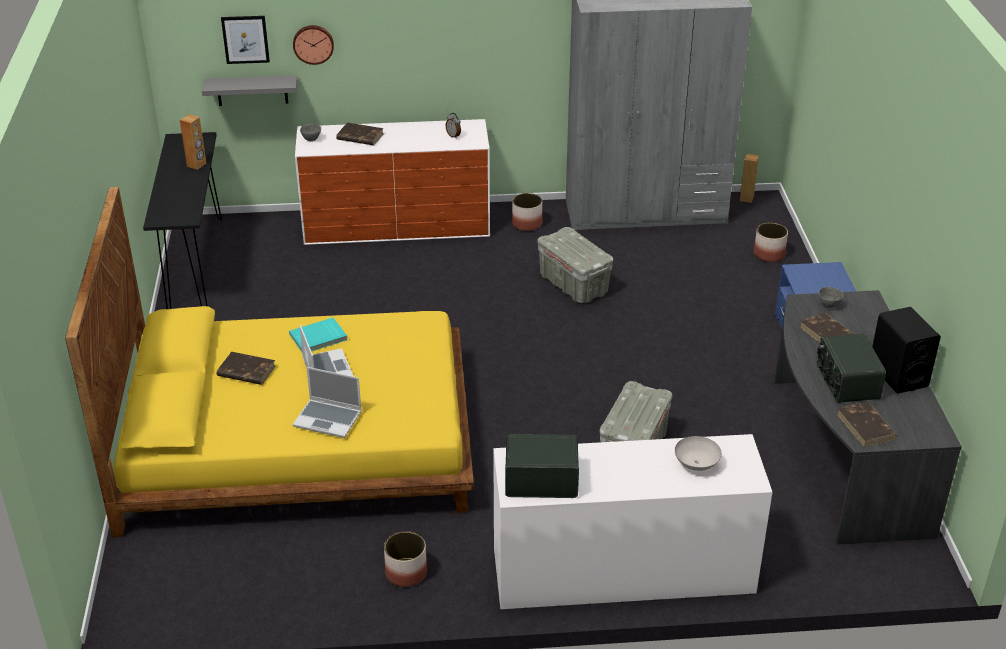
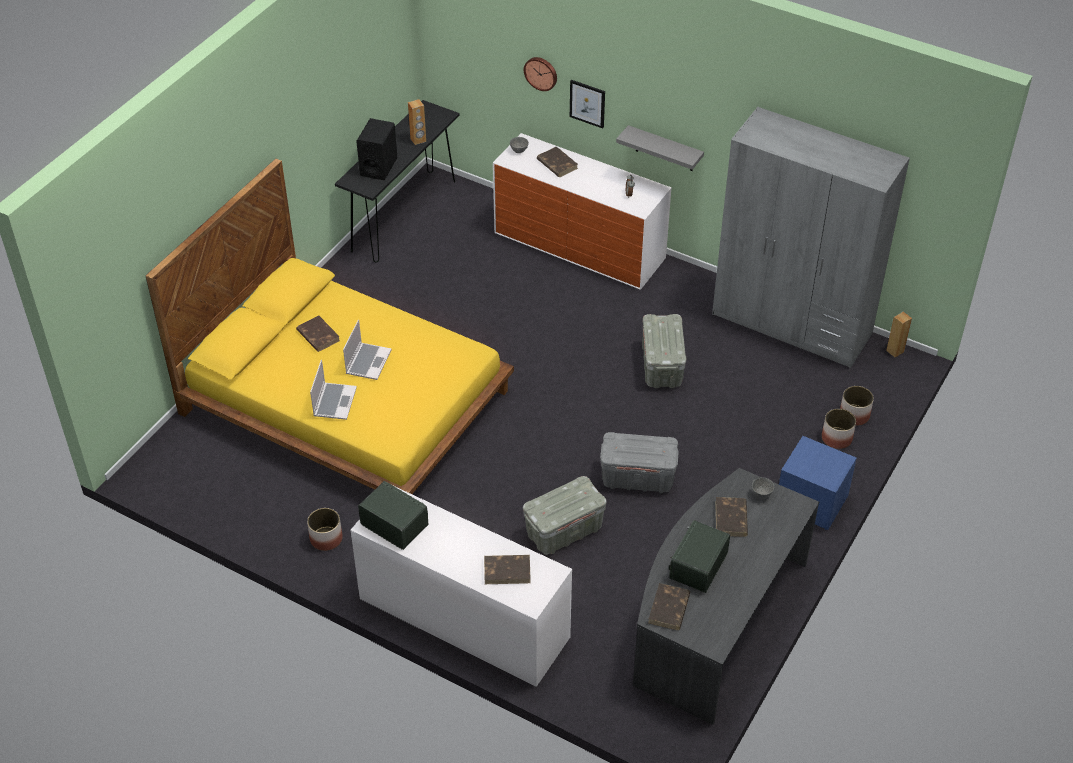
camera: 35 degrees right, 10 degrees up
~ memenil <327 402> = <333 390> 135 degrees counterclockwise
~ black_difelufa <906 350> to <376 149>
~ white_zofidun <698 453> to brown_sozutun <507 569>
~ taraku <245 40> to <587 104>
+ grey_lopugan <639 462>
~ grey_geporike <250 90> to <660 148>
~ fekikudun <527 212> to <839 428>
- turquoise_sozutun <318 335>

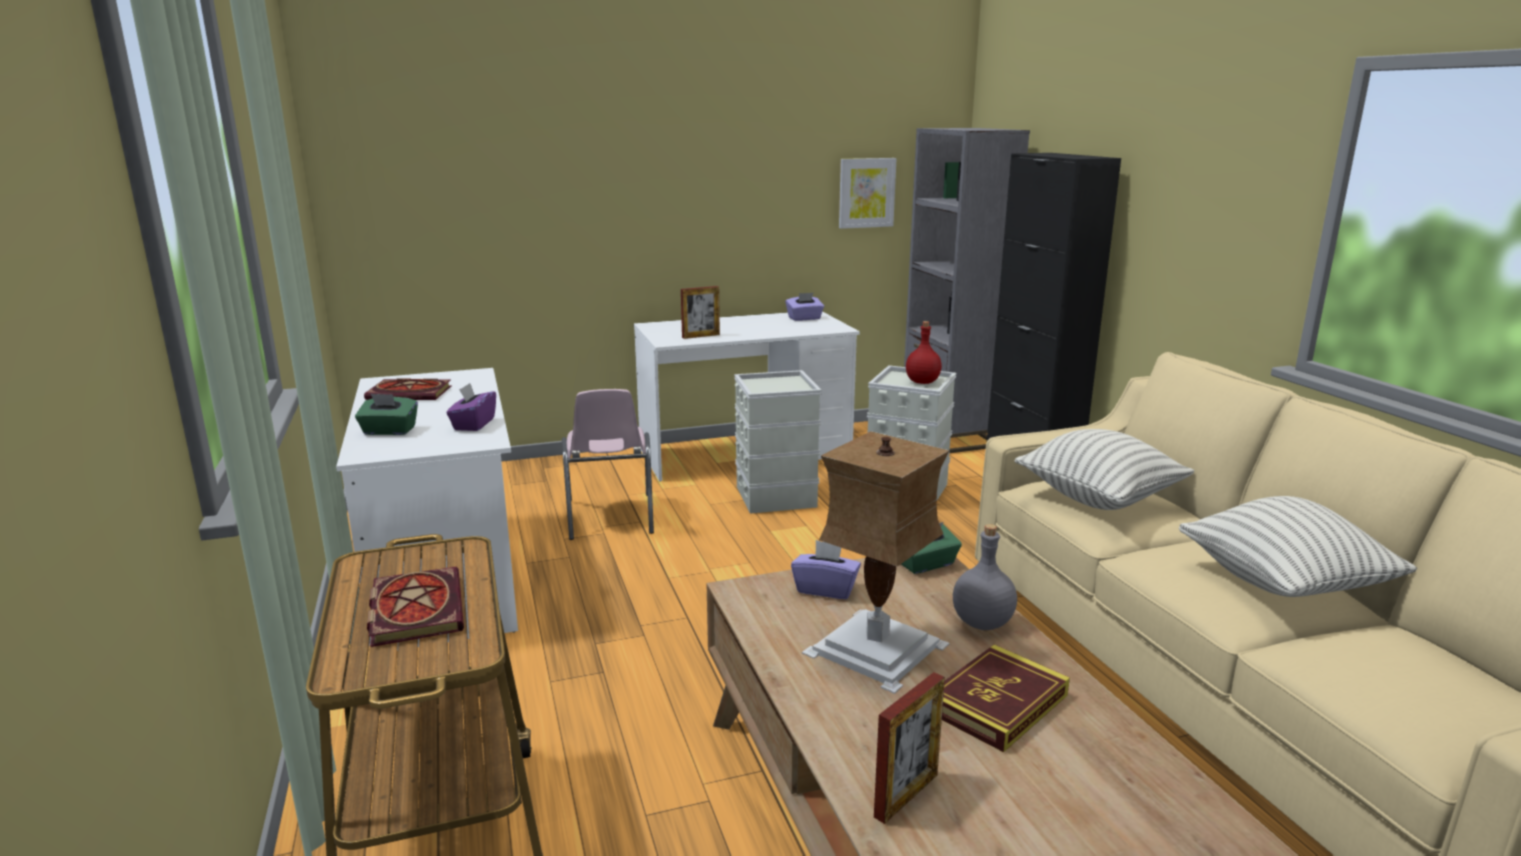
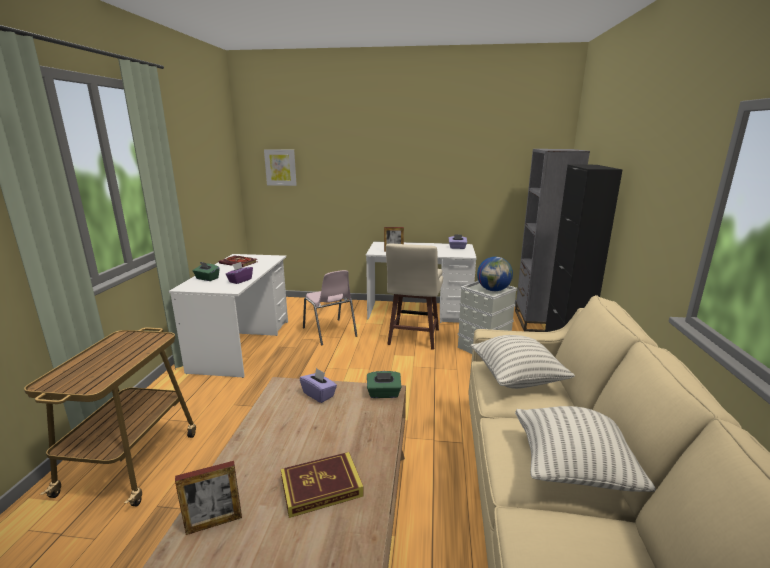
camera: 25 degrees right, 0 degrees up
~ taraku <868 193> to <280 167>
~ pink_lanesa <608 464> = <330 308> 45 degrees counterclockwise
~ grey_lopugan <778 442> to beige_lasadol <414 297>
~ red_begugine <924 352> to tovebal <495 274>
- sozutun <415 607>
- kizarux <876 562>
- grey_begugine <985 577>

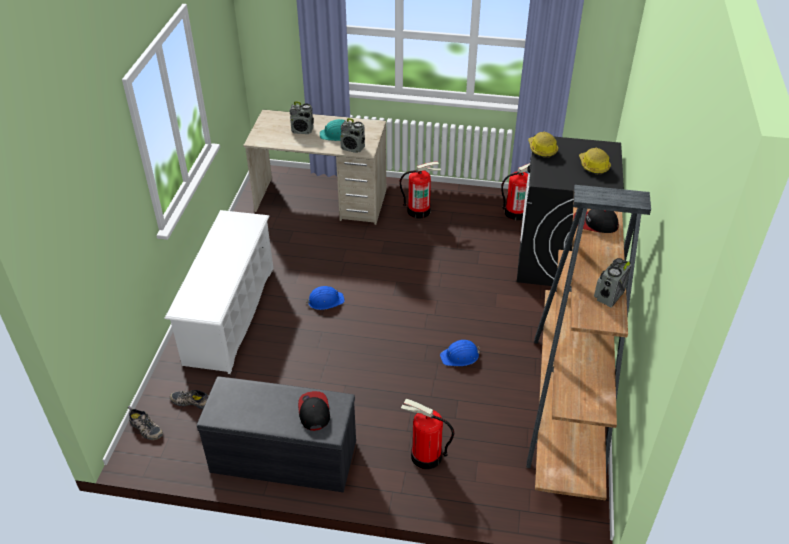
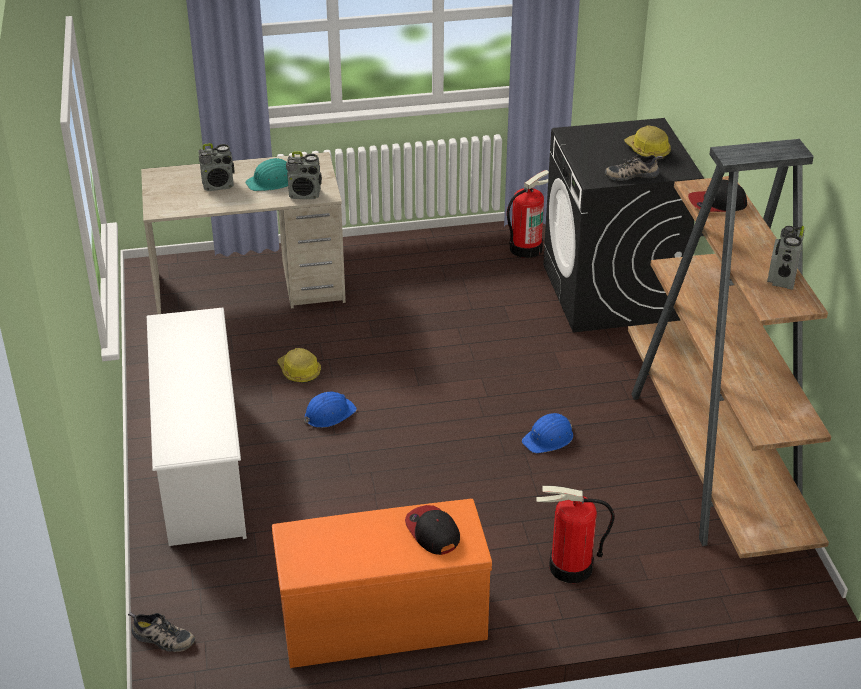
camera: 20 degrees left, 5 degrees down
~ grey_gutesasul <276 434> to orange_gutesasul <382 583>
~ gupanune <543 145> to <299 365>
~ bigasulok <189 399> to <634 168>
- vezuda <420 190>

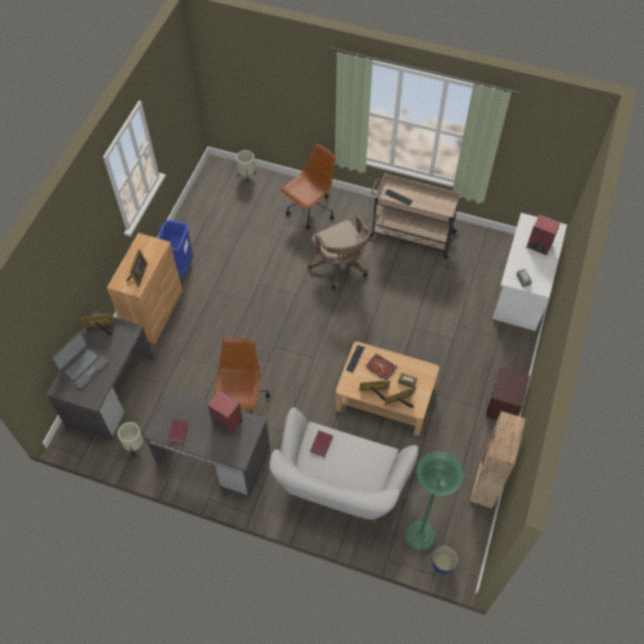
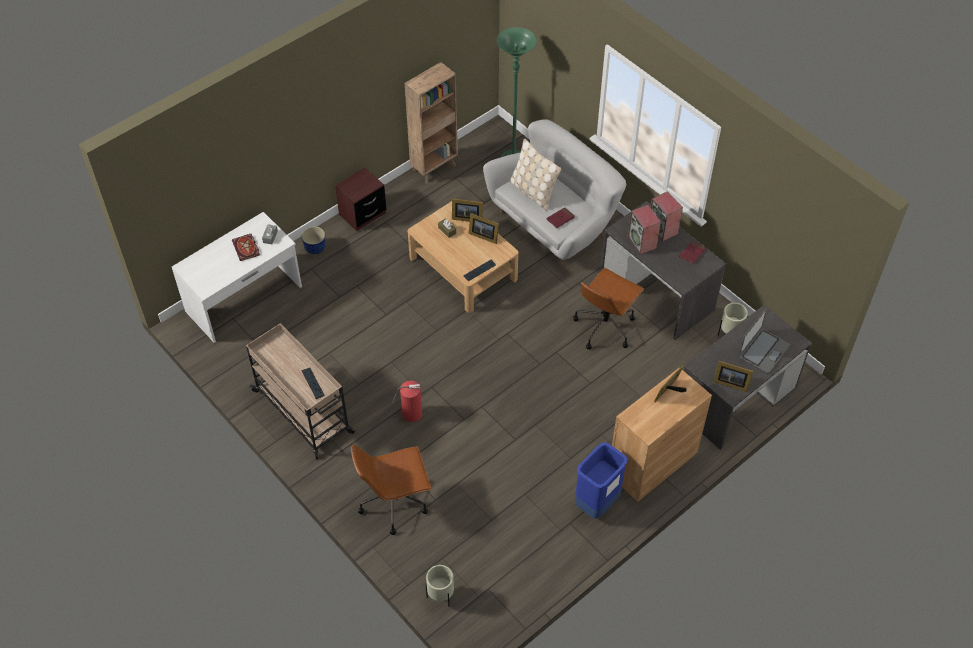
camera: 150 degrees left, 5 degrees down
~ sozutun <381 367> to <246 247>
~ fekikudun <445 560> to <313 240>
~ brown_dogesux <339 252> to vezuda <407 401>
+ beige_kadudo <535 174>
~ difelufa <544 234> to <667 216>
~ memenil <80 360> = <764 341> 150 degrees clockwise

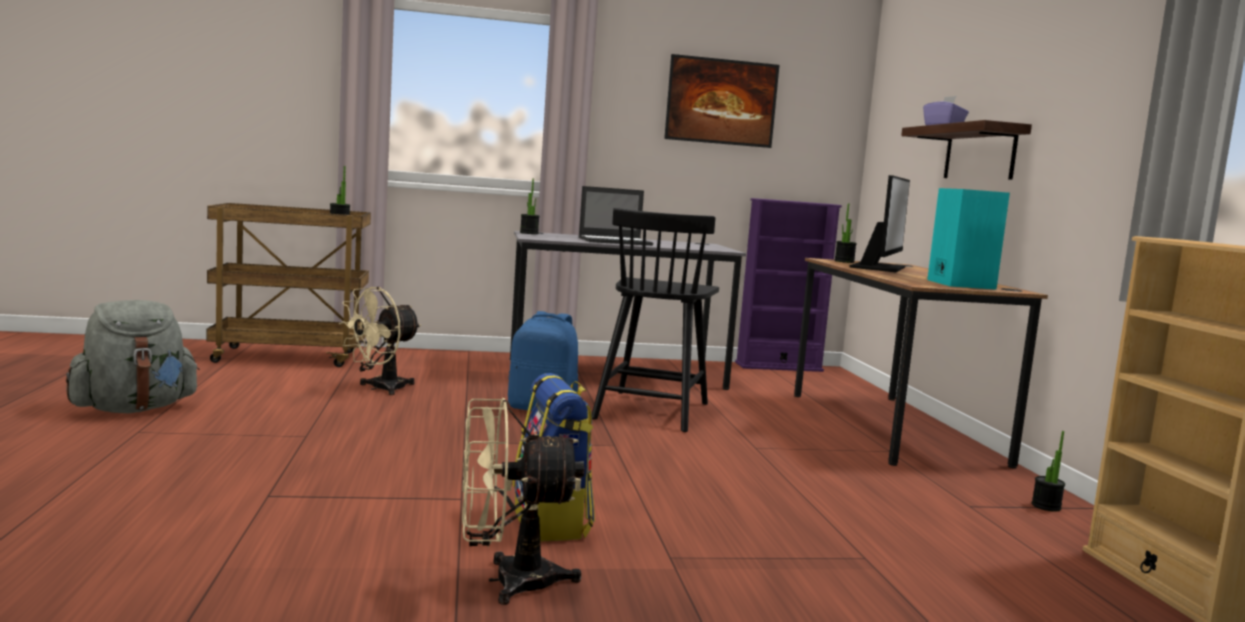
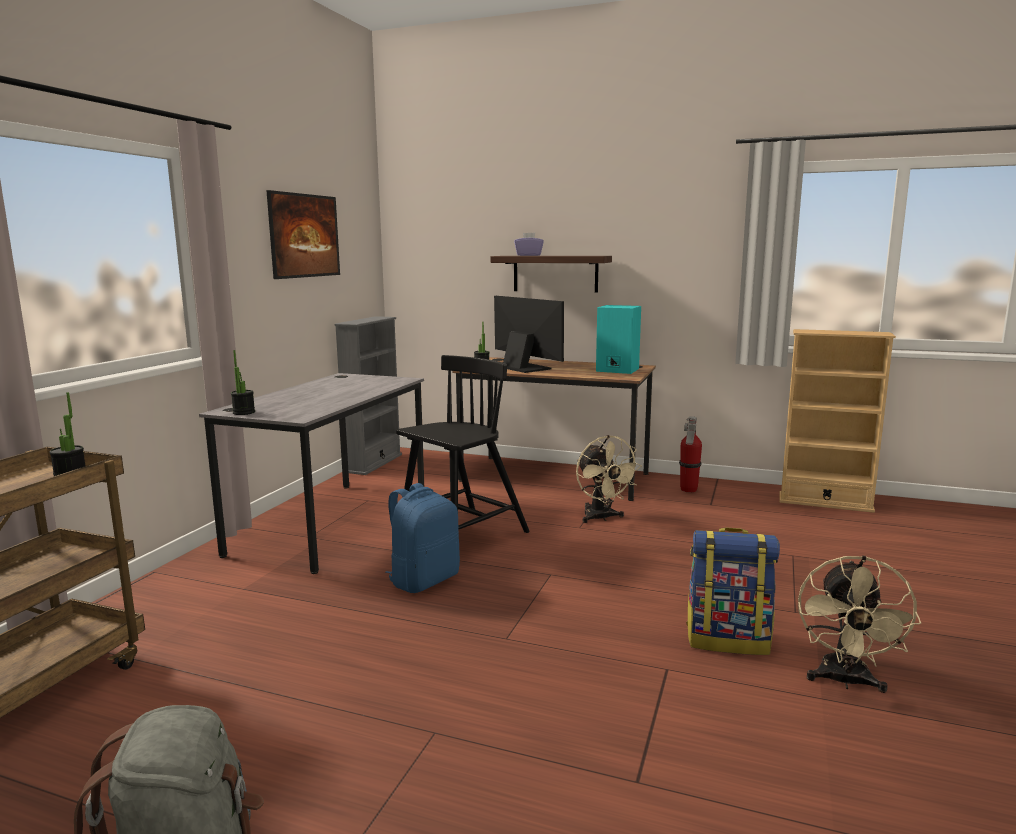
camera: 60 degrees left, 5 degrees up
~ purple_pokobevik <788 285> to grey_pokobevik <368 395>
~ black_lanesa <655 320> = <463 444> 90 degrees counterclockwise
~ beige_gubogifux <380 341> to <609 479>
+ vezuda <690 454>
- memenil <616 216>
- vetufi <1048 471>

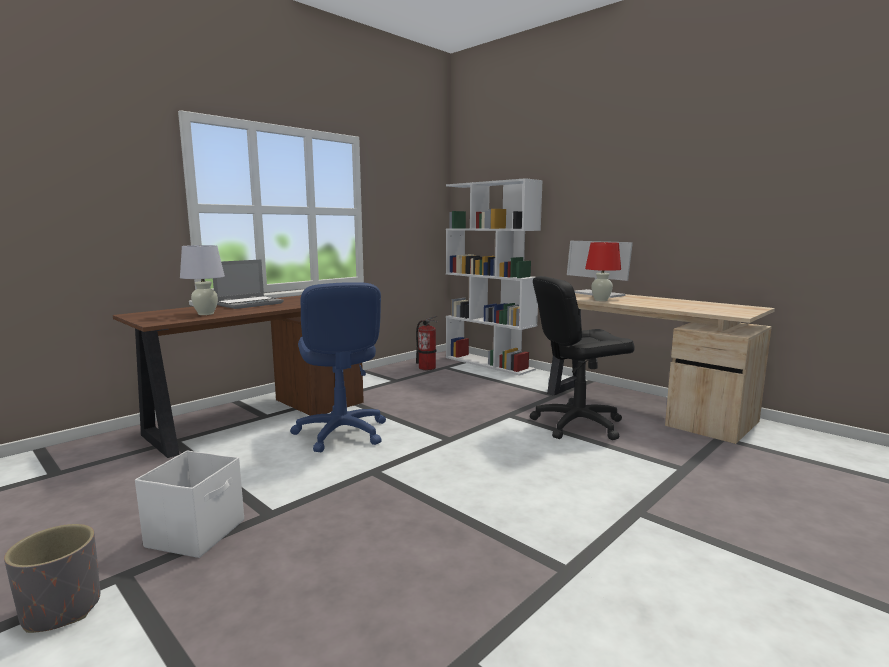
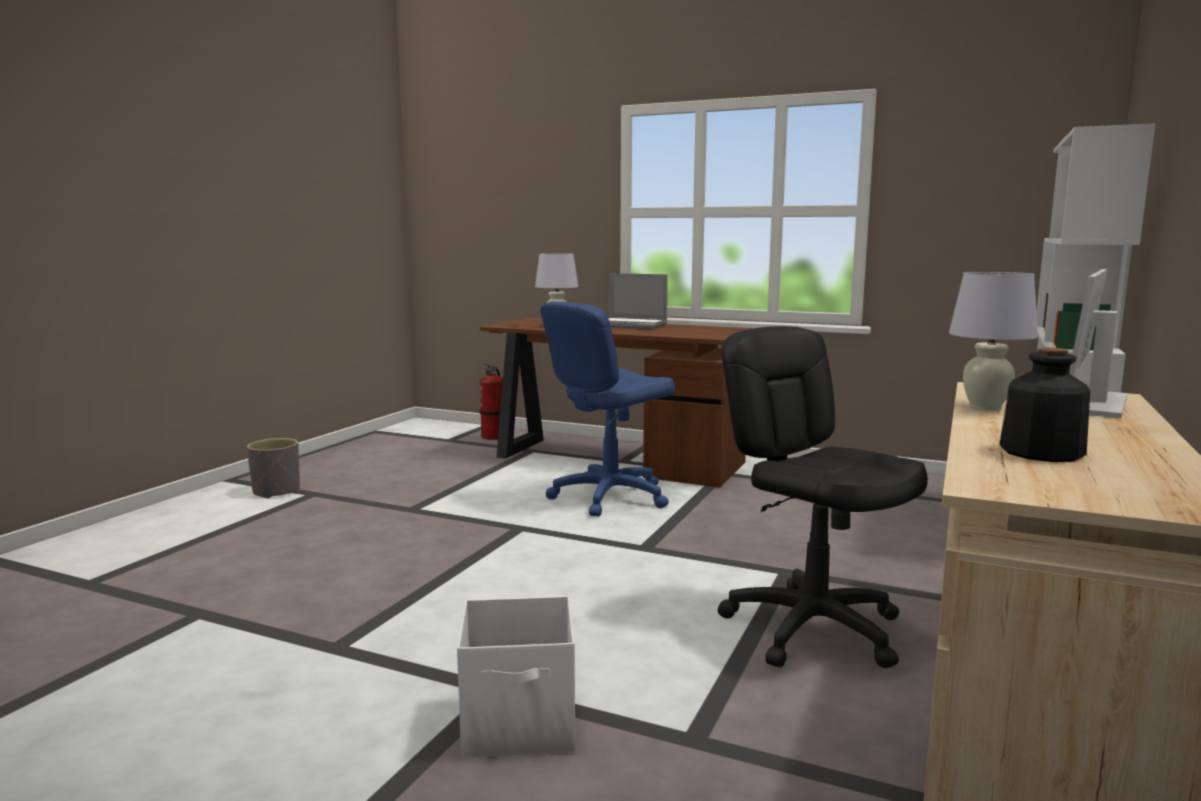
camera: 70 degrees right, 0 degrees up
~ white_lopugan <189 504> to <516 677>
~ vezuda <427 343> to <491 401>
~ red_kizarux <603 271> to white_kizarux <993 341>
+ begugine <1044 405>

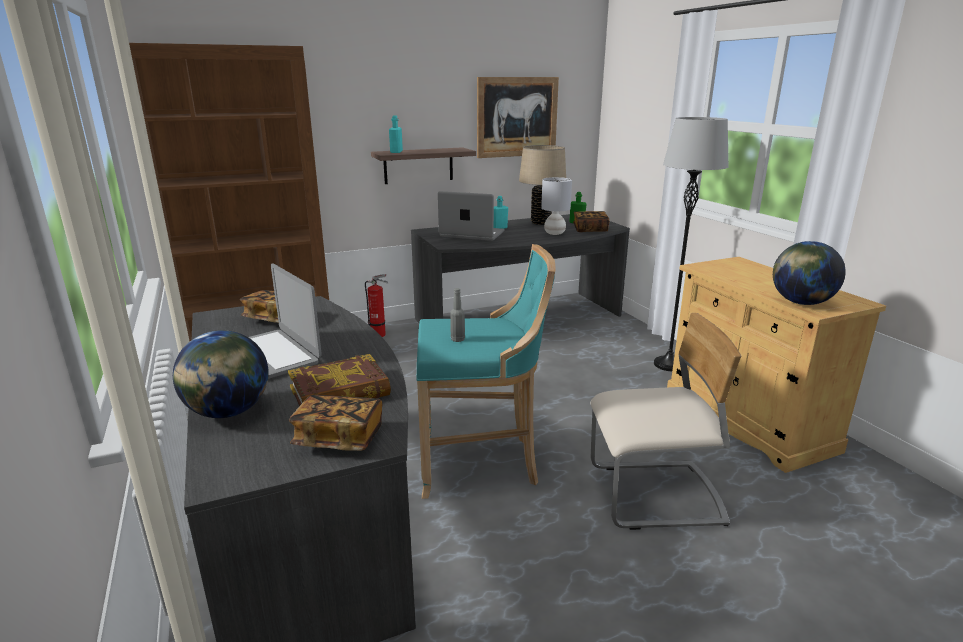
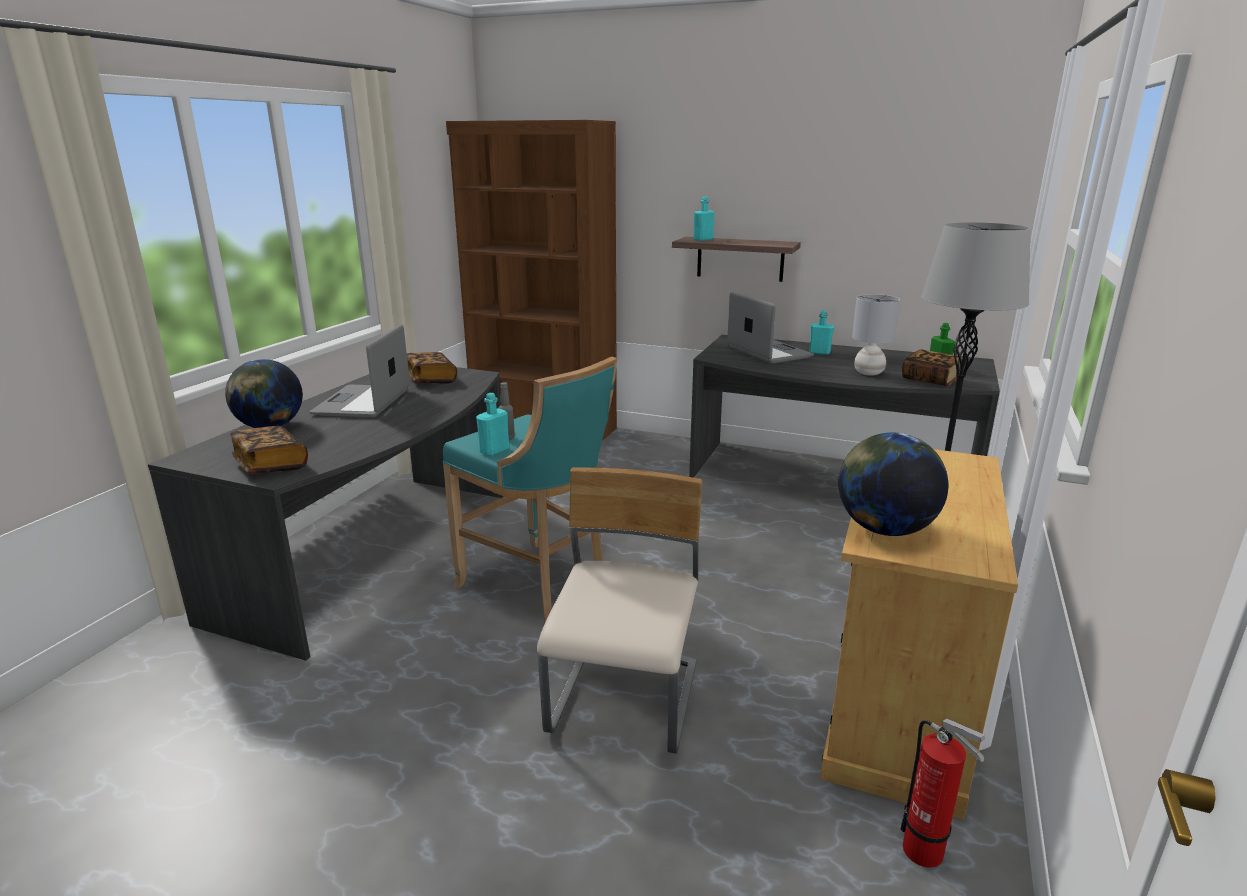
camera: 45 degrees right, 0 degrees up
+ turquoise_begugine <492 424>
~ beige_lanesa <666 421> = <619 610> 120 degrees counterclockwise
~ vezuda <376 305> to <943 793>
- sozutun <339 380>
- taraku <518 117>
- beige_kizarux <542 185>

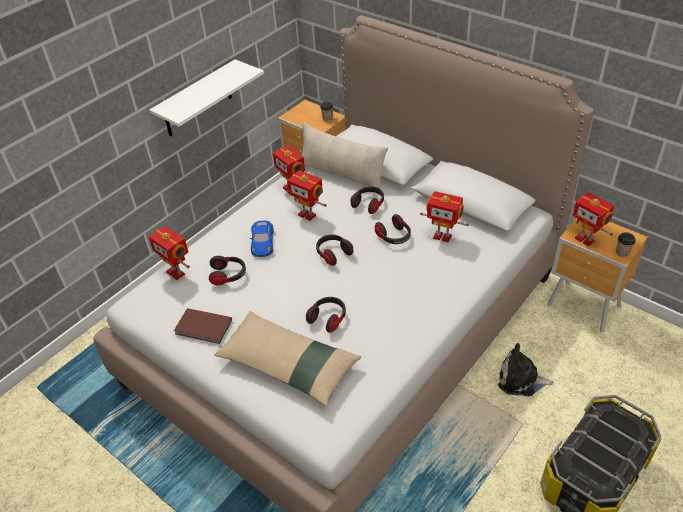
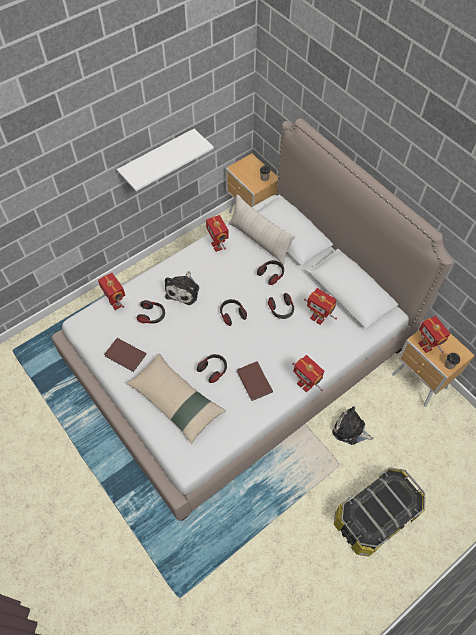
camera: 10 degrees right, 15 degrees up
~ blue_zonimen <262 238> to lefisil <182 288>
+ brown_sozutun <255 381>
~ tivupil <307 195> to <308 374>

